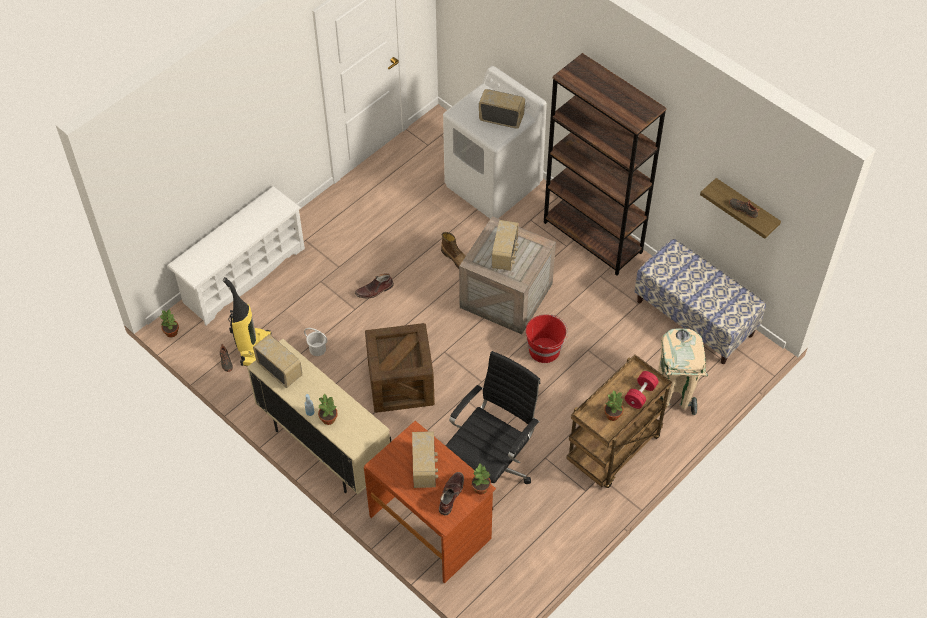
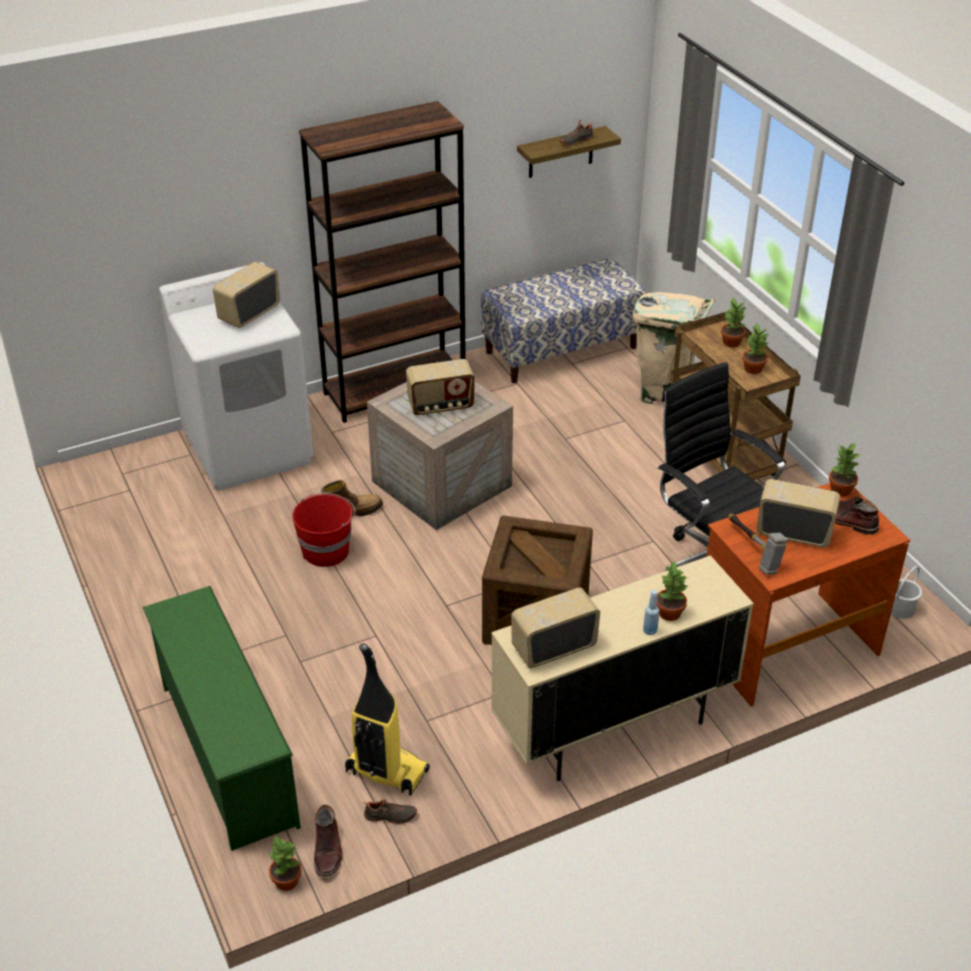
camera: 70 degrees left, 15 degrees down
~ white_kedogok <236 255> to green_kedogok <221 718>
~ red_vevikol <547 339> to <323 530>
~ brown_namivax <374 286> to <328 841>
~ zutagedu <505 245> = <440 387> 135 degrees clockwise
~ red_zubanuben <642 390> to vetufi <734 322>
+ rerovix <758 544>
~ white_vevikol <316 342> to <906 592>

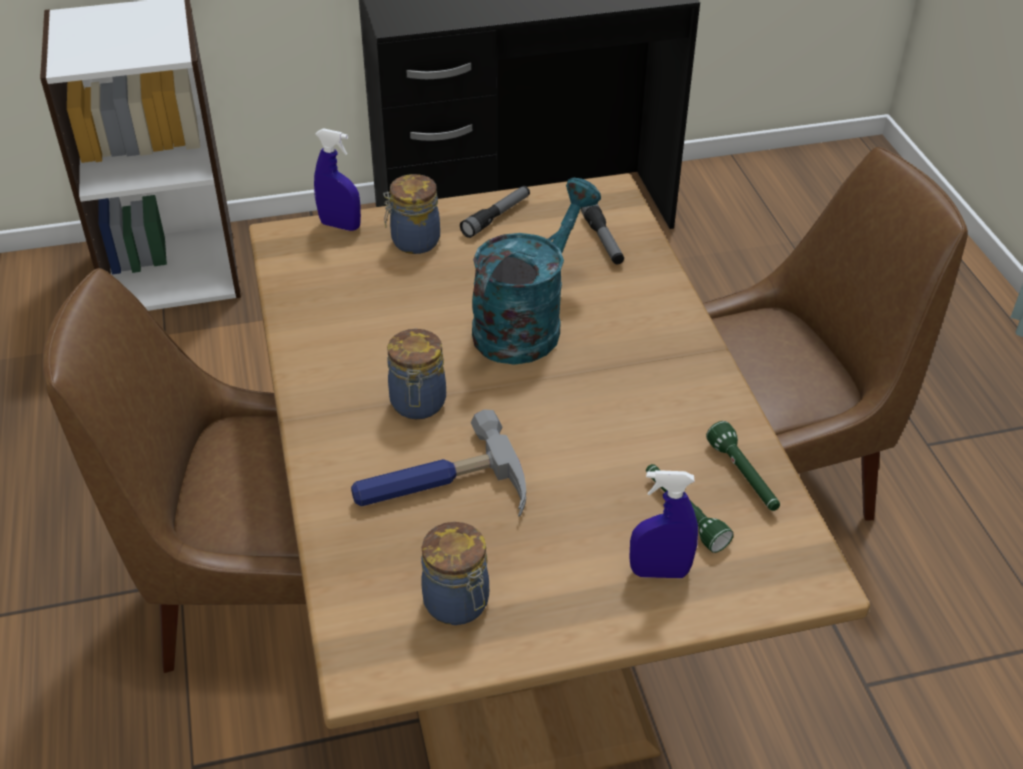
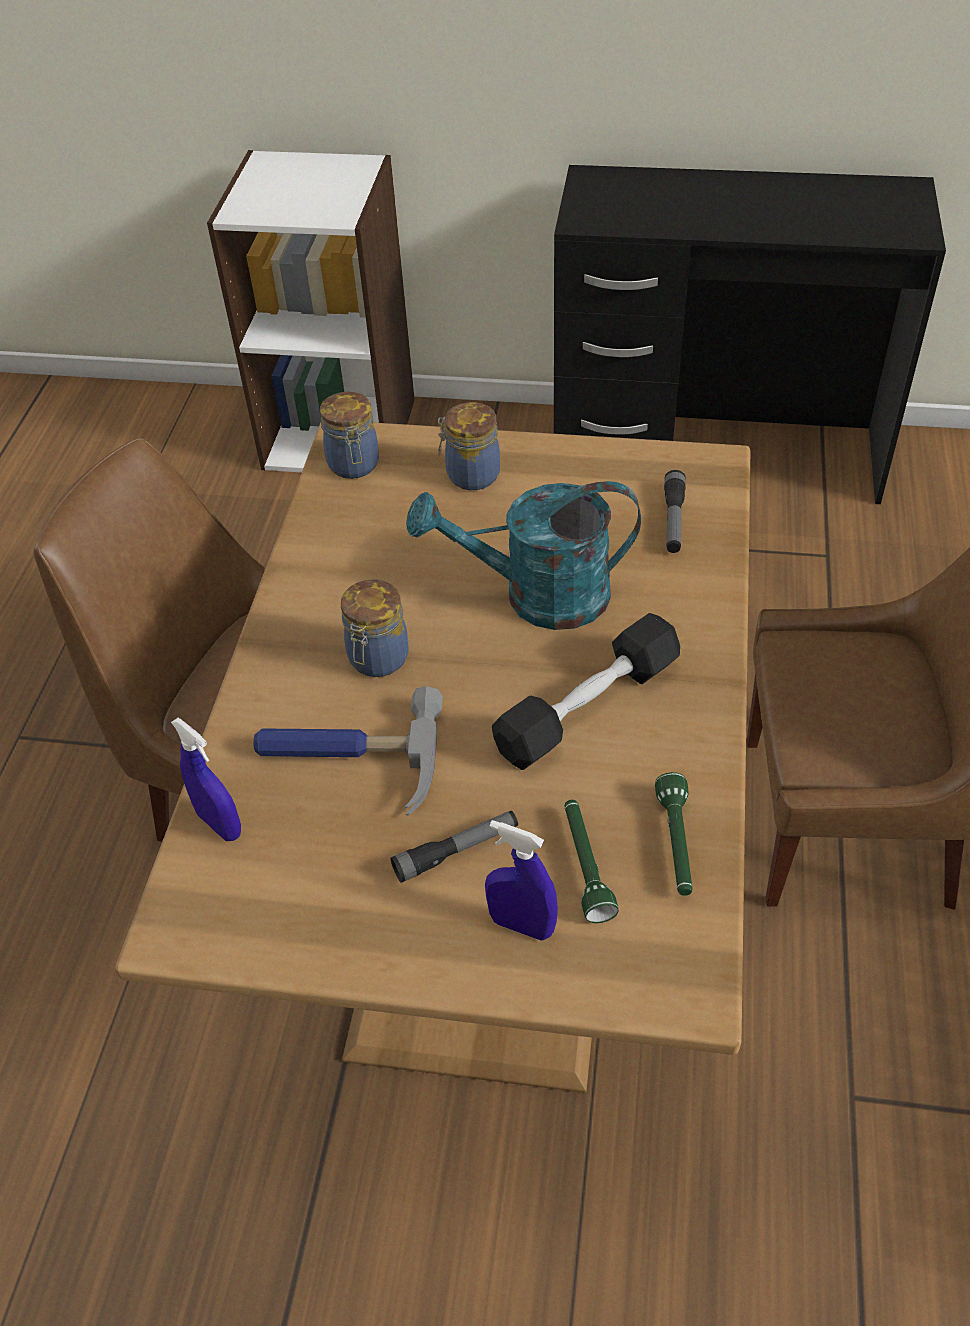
camera: 25 degrees right, 5 degrees up
~ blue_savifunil <337 179> to <206 779>
~ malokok <455 573> to <349 435>
~ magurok <495 212> to <454 847>
~ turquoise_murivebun <536 271> = <523 555> 150 degrees counterclockwise
+ black_zubanuben <586 691>

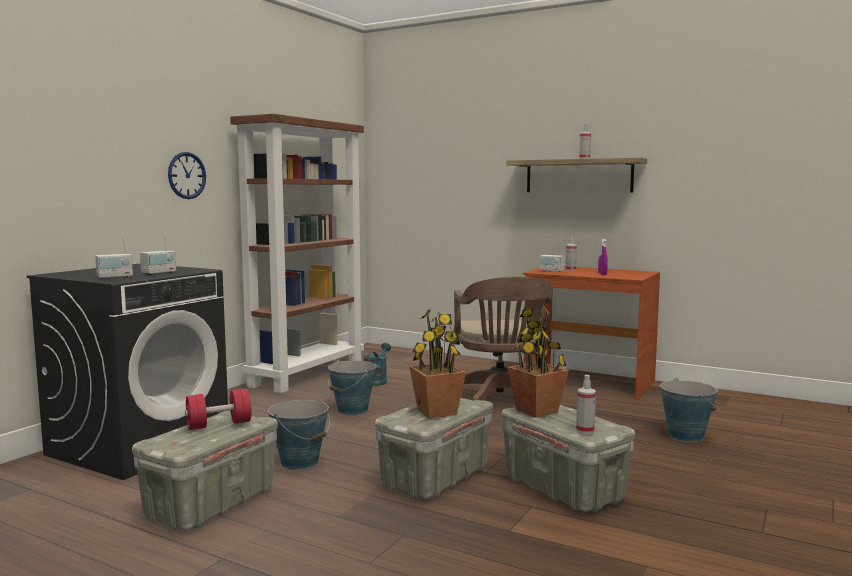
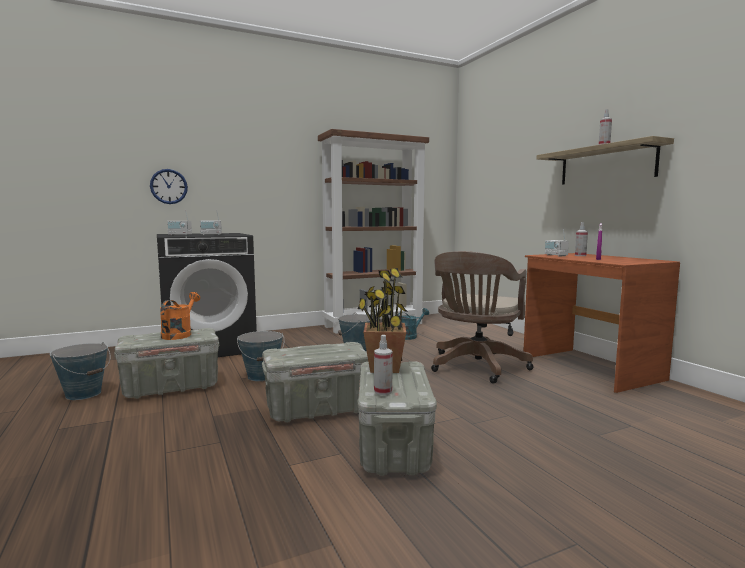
camera: 35 degrees right, 0 degrees up
~ vevikol <689 410> to <80 371>
~ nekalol <187 175> to <169 186>
~ red_zubanuben <218 409> to orange_murivebun <180 316>
- vetufi <437 364>

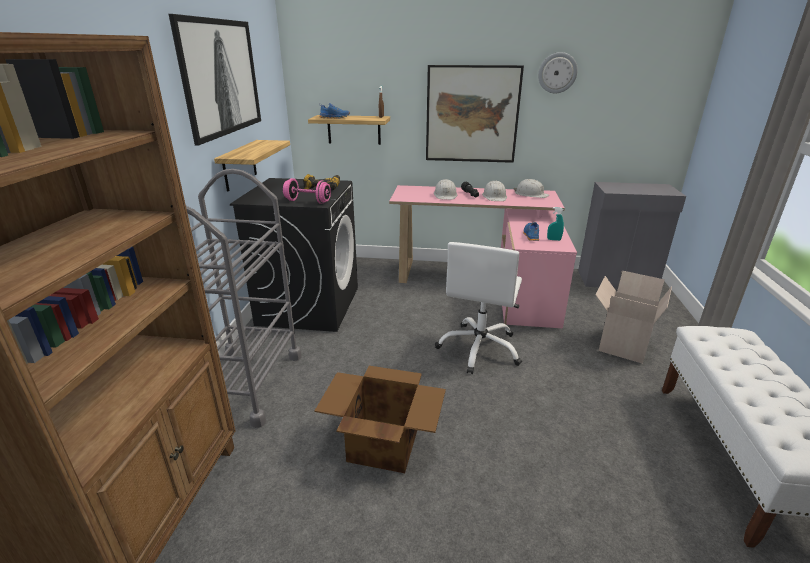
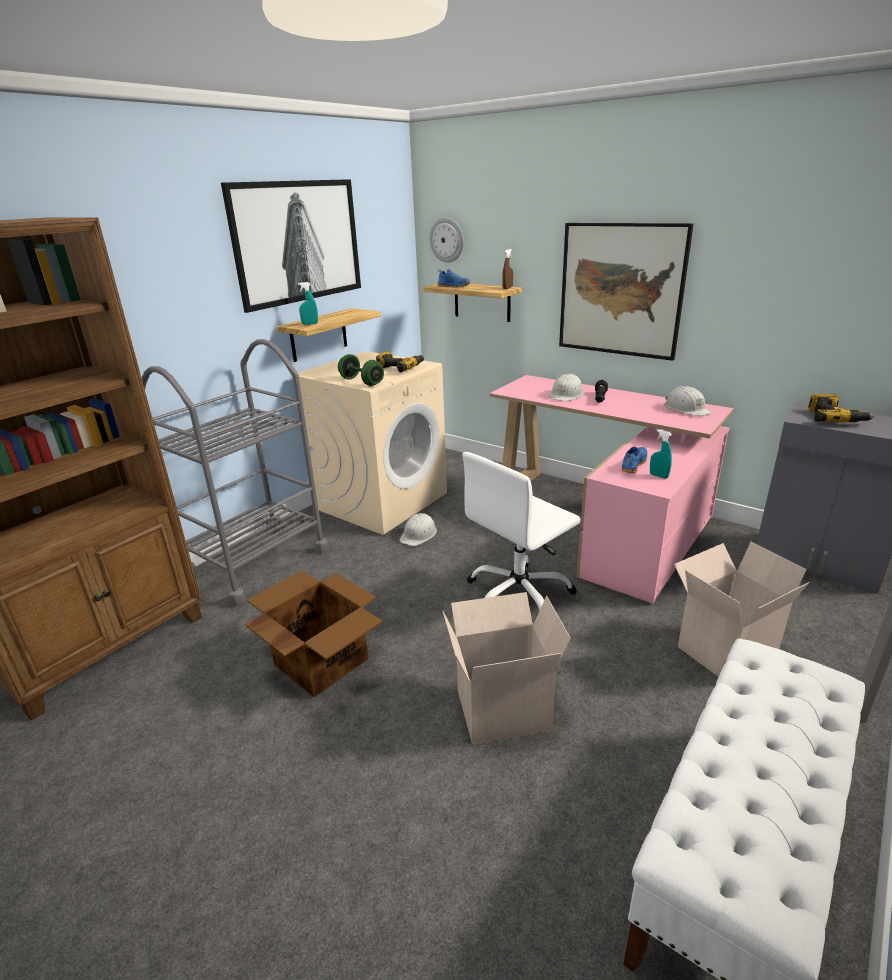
camera: 30 degrees right, 0 degrees up
+ turquoise_savifunil <308 303>
~ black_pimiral <294 255> to beige_pimiral <372 443>
~ pink_zubanuben <307 191> to green_zubanuben <361 370>
~ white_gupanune <494 190> to <418 529>
~ nekalol <558 72> to <447 240>
+ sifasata <507 668>
+ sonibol <841 408>

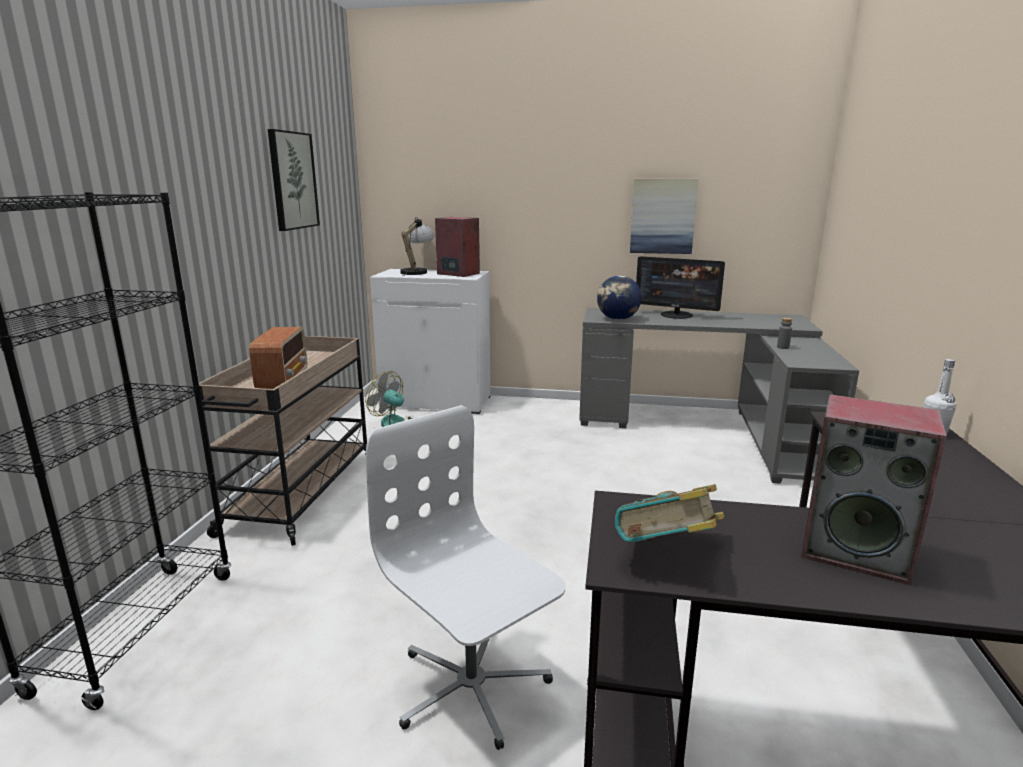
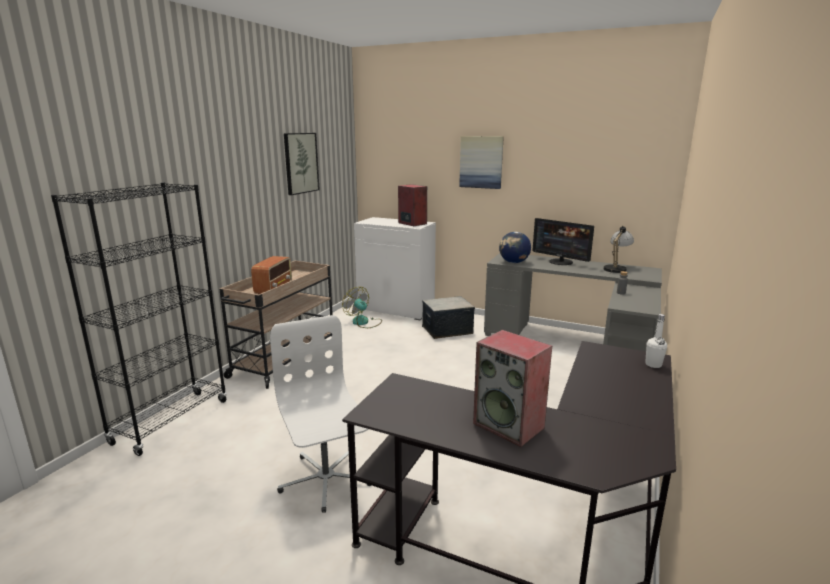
camera: 15 degrees right, 0 degrees up
+ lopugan <448 317>
~ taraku <664 216> to <481 162>
~ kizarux <417 246> to <619 250>
- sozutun <670 513>

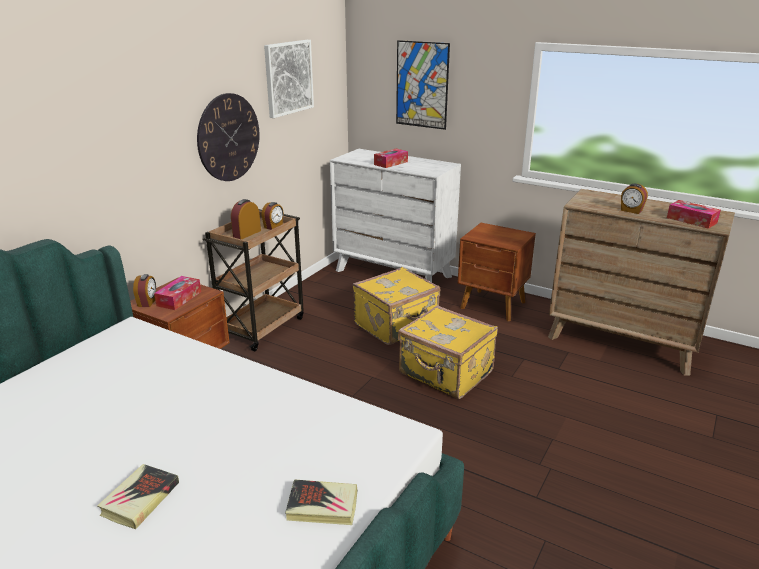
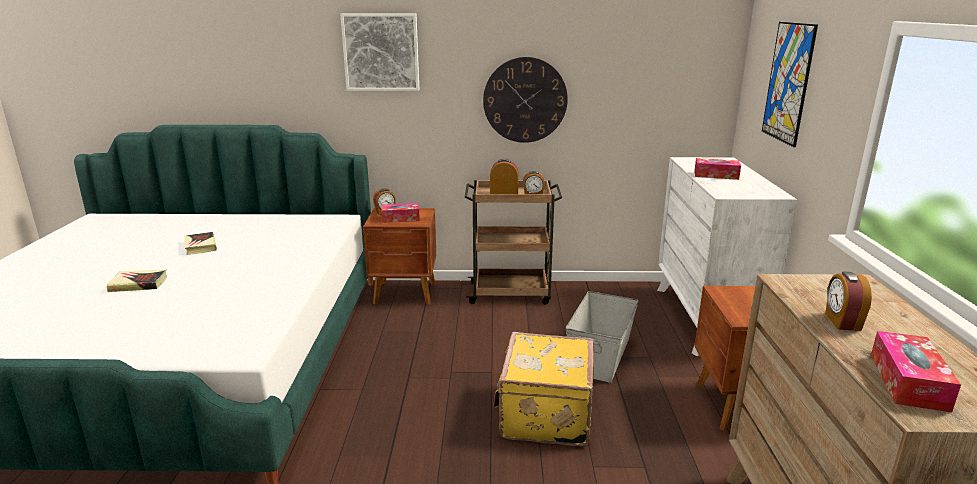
camera: 60 degrees right, 5 degrees down
~ sozutun <321 502> to <200 243>
~ taraku <289 79> to <379 52>
~ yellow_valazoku <396 306> to grey_lopugan <602 337>

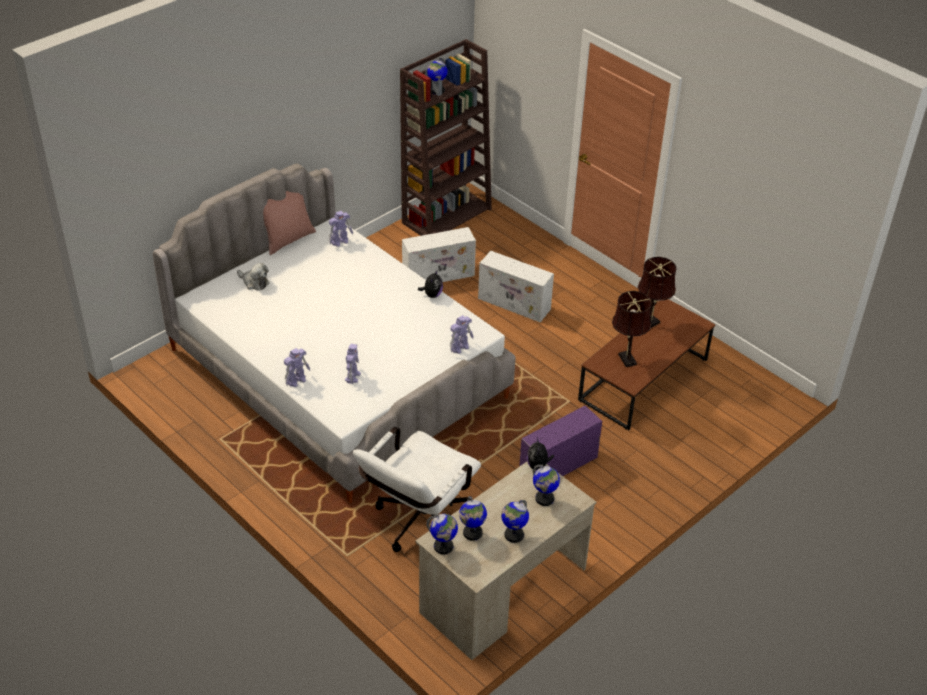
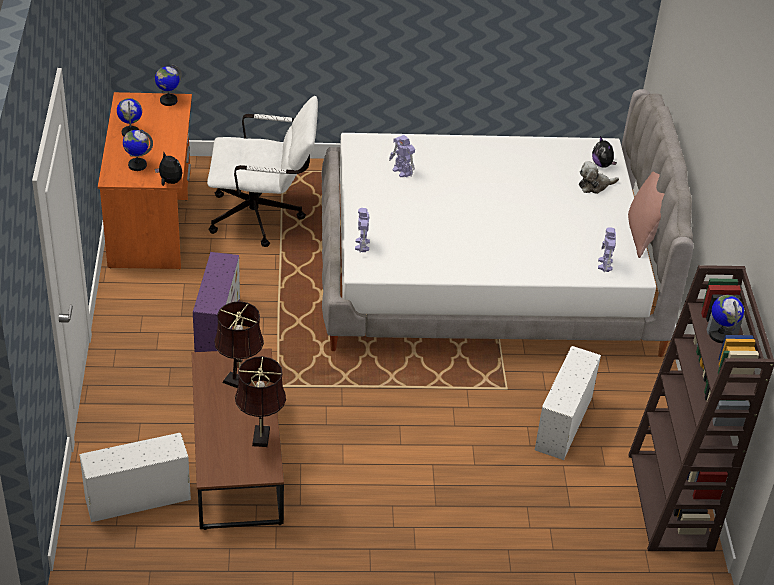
camera: 130 degrees right, 0 degrees up
~ white_lopugan <516 287> to <135 477>
~ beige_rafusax <505 561> to orange_rafusax <145 180>
~ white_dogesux <417 489> = <262 171> 105 degrees clockwise
~ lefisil <430 284> to <604 152>
- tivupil <297 367>
- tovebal <473 518>

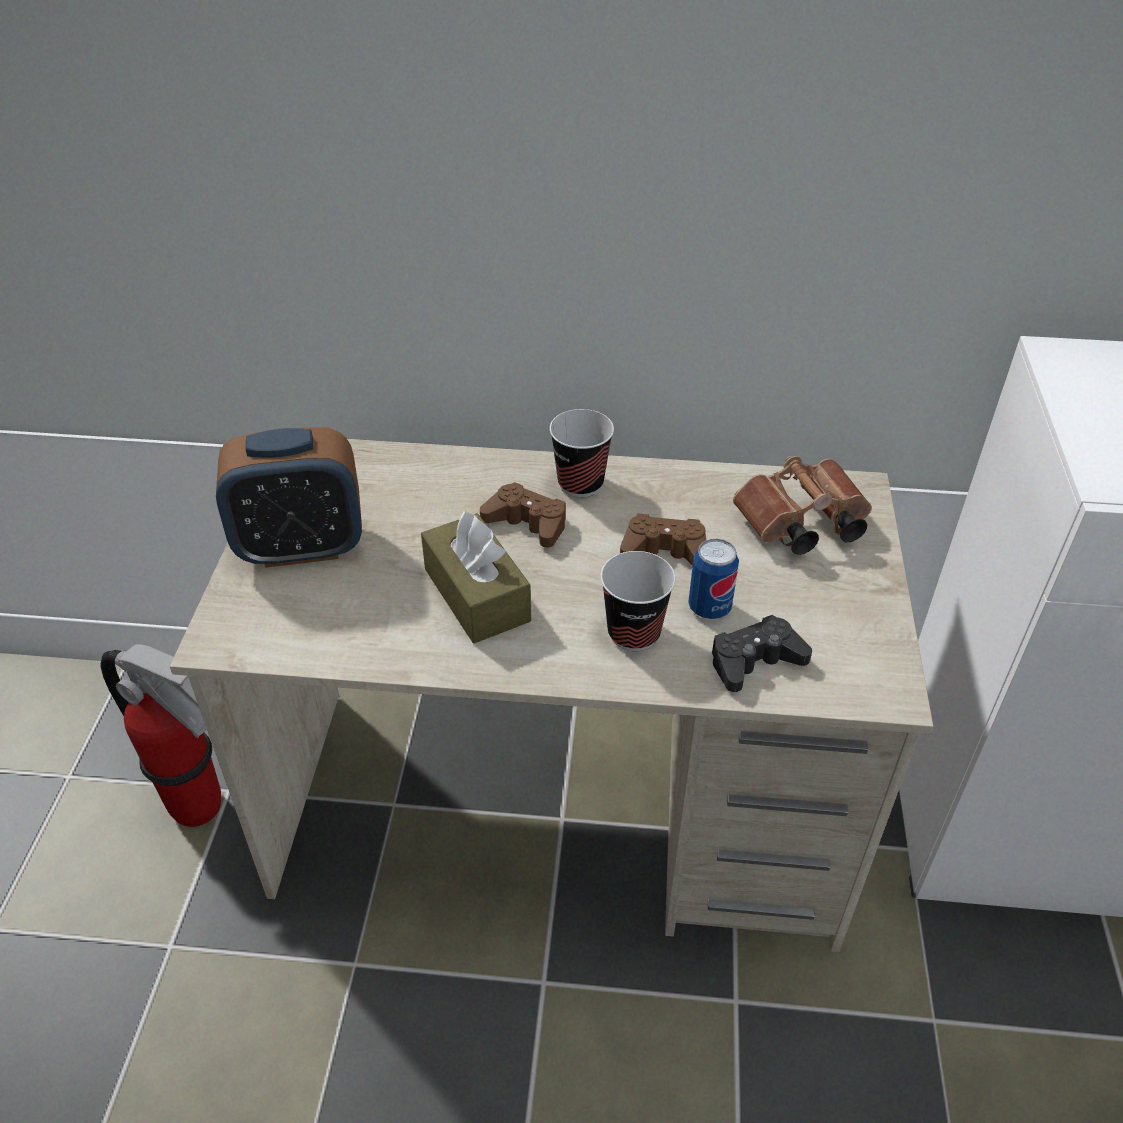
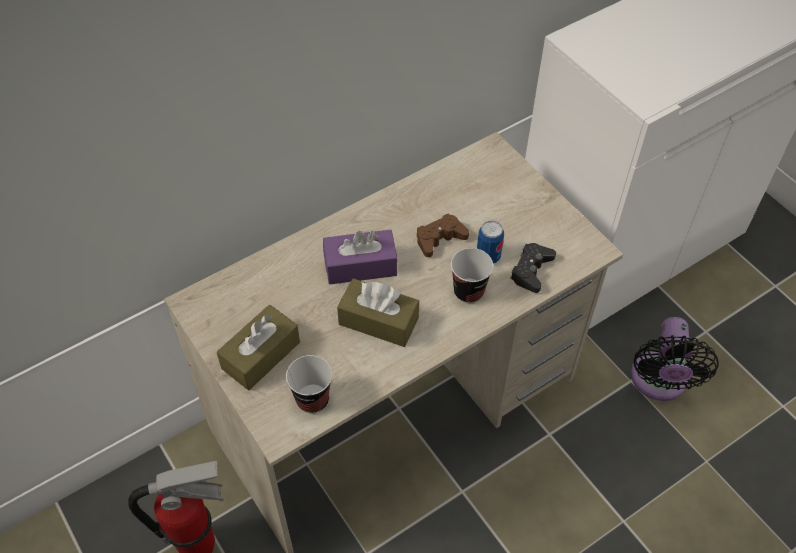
camera: 40 degrees left, 10 degrees up
~ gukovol <289 497> to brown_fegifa <258 347>
~ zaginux <581 453> to <309 384>
~ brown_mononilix <523 515> to purple_fegifa <360 257>
+ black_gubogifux <675 359>
- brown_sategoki <802 505>

